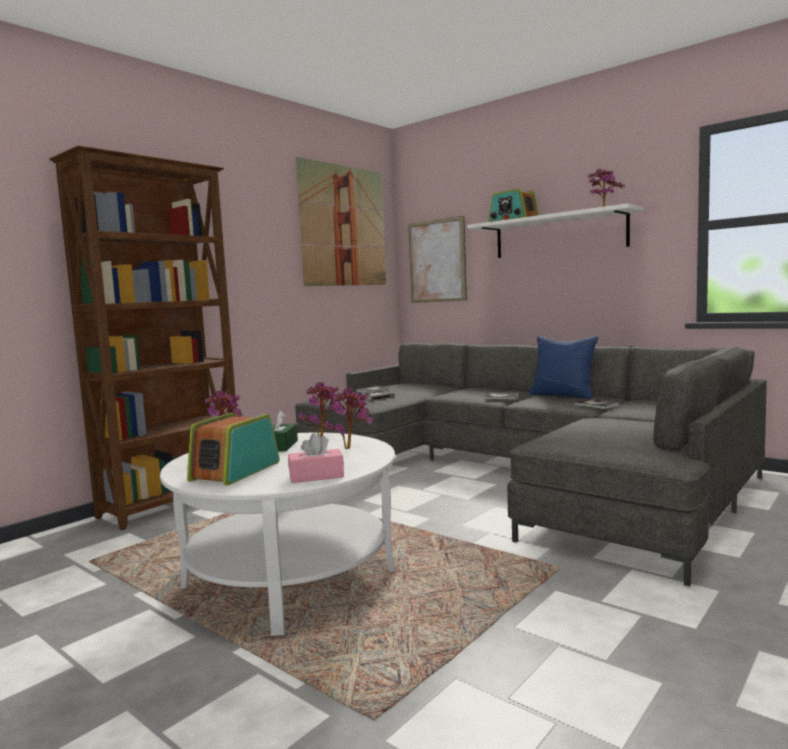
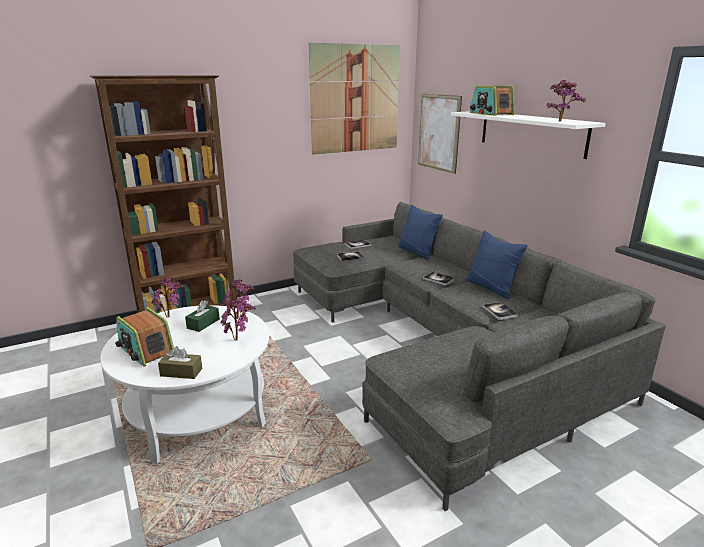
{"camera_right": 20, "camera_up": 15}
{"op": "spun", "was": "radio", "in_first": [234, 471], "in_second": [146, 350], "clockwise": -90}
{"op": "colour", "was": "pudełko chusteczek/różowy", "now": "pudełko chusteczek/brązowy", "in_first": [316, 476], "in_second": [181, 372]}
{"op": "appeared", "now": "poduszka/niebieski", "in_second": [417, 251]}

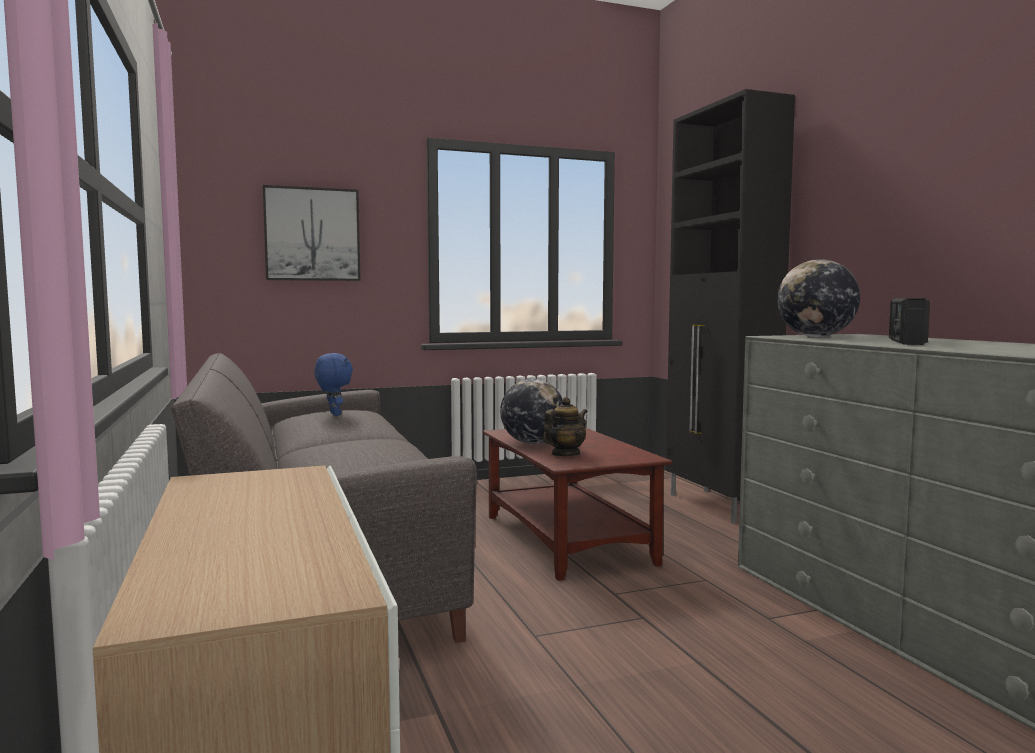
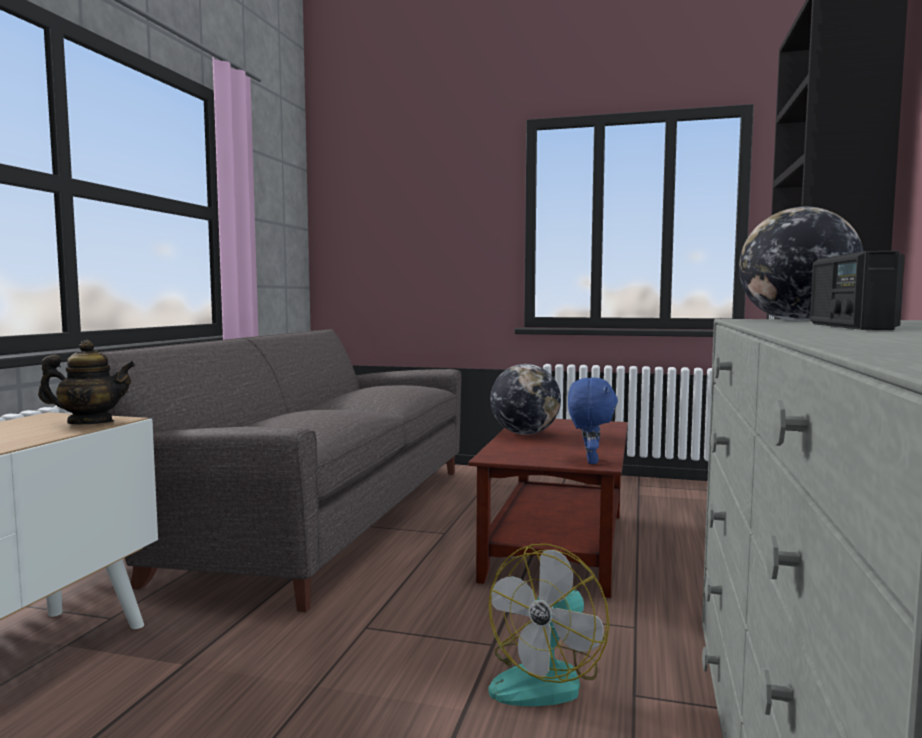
{"camera_right": 35, "camera_up": 0}
{"op": "missing", "was": "obraz", "in_first": [312, 234]}
{"op": "spun", "was": "radio", "in_first": [906, 342], "in_second": [849, 326], "clockwise": -45}
{"op": "relocated", "was": "pluszak/niebieski", "in_first": [334, 414], "in_second": [589, 461]}
{"op": "relocated", "was": "imbryk", "in_first": [565, 454], "in_second": [90, 423]}
{"op": "appeared", "now": "wentylator", "in_second": [547, 678]}

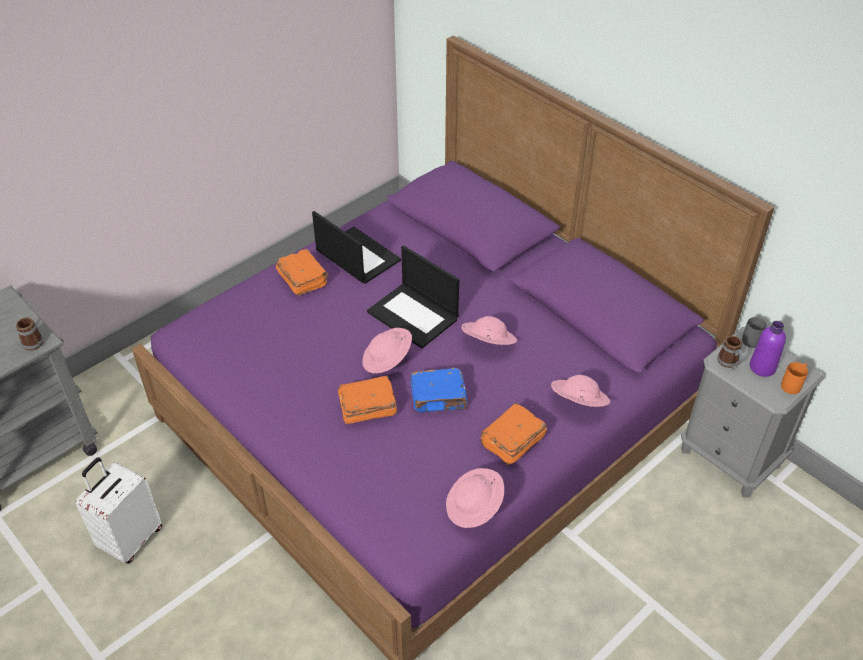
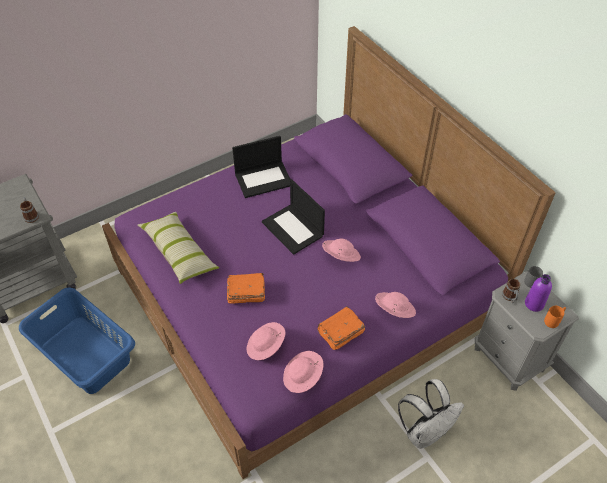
{"camera_right": 10, "camera_up": 5}
{"op": "spun", "was": "laptop", "in_first": [356, 256], "in_second": [264, 179], "clockwise": 105}
{"op": "missing", "was": "książka/pomarańczowy", "in_first": [303, 279]}
{"op": "relocated", "was": "kapelusz/różowy", "in_first": [387, 360], "in_second": [266, 347]}
{"op": "missing", "was": "książka/niebieski", "in_first": [439, 398]}
{"op": "exchanged", "was": "walizka/biały", "now": "kosz na pranie/niebieski", "in_first": [130, 539], "in_second": [86, 353]}
{"op": "appeared", "now": "poduszka", "in_second": [179, 252]}
{"op": "appeared", "now": "plecak/biały", "in_second": [425, 432]}

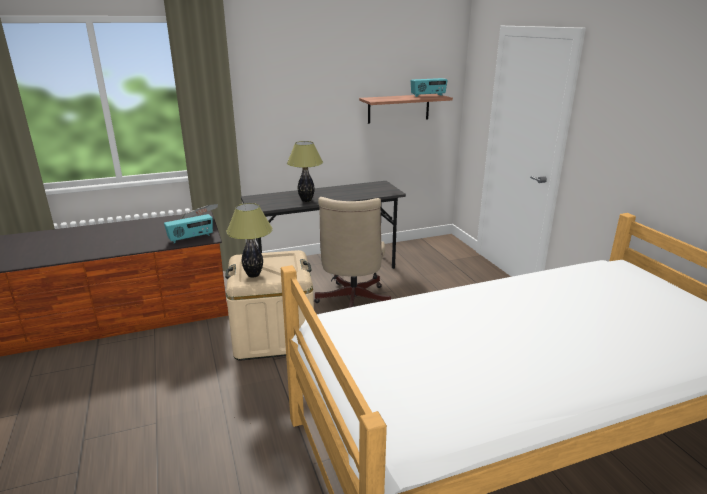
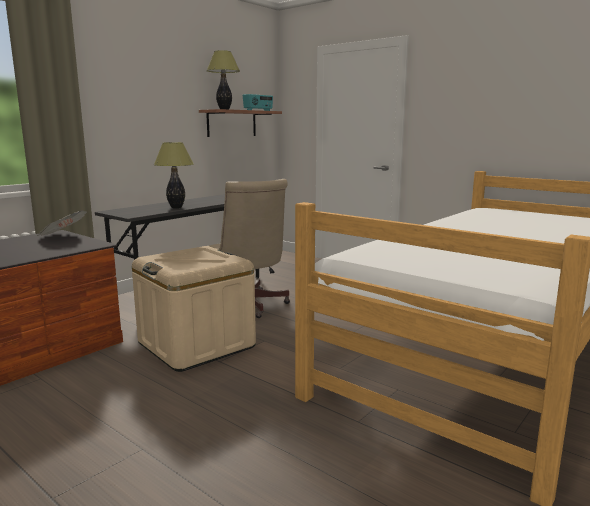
{"camera_right": -30, "camera_up": -10}
{"op": "relocated", "was": "lampa stołowa", "in_first": [253, 275], "in_second": [224, 109]}
{"op": "missing", "was": "radio", "in_first": [191, 238]}

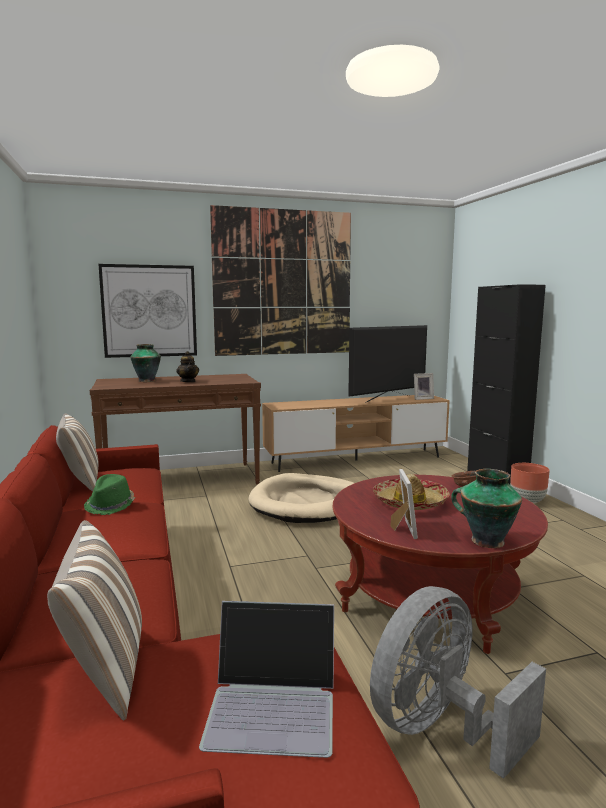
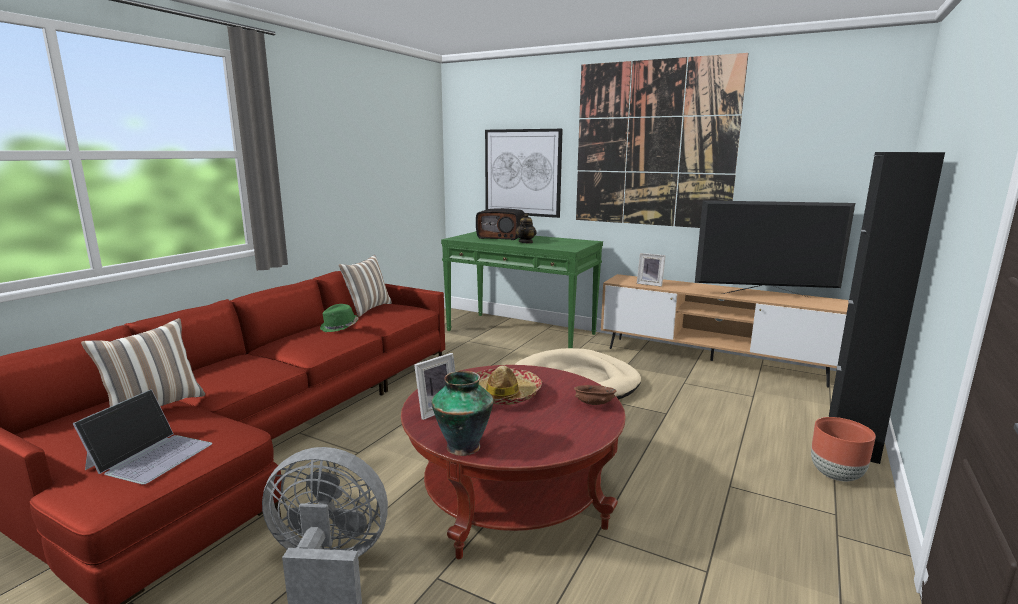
{"camera_right": 45, "camera_up": 5}
{"op": "exchanged", "was": "wazon", "now": "radio", "in_first": [146, 381], "in_second": [501, 237]}
{"op": "relocated", "was": "ramka na zdjęcie", "in_first": [422, 398], "in_second": [650, 284]}
{"op": "colour", "was": "stolik konsolowy/brązowy", "now": "stolik konsolowy/zielony", "in_first": [181, 480], "in_second": [521, 332]}
{"op": "spun", "was": "laptop", "in_first": [273, 703], "in_second": [151, 455], "clockwise": -120}

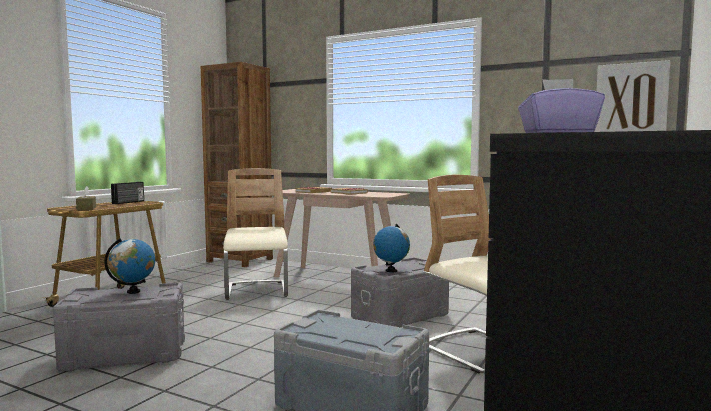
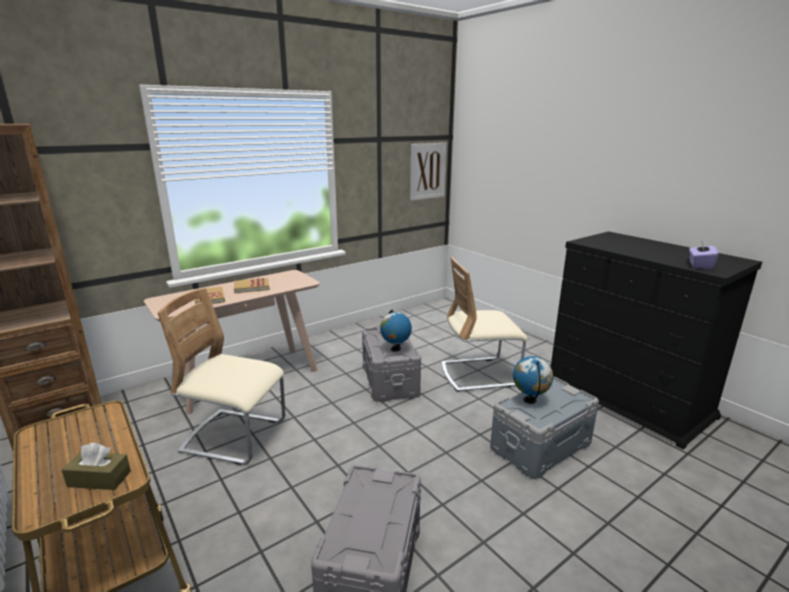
{"camera_right": -65, "camera_up": 15}
{"op": "missing", "was": "radio", "in_first": [129, 202]}
{"op": "relocated", "was": "globus", "in_first": [133, 292], "in_second": [530, 400]}

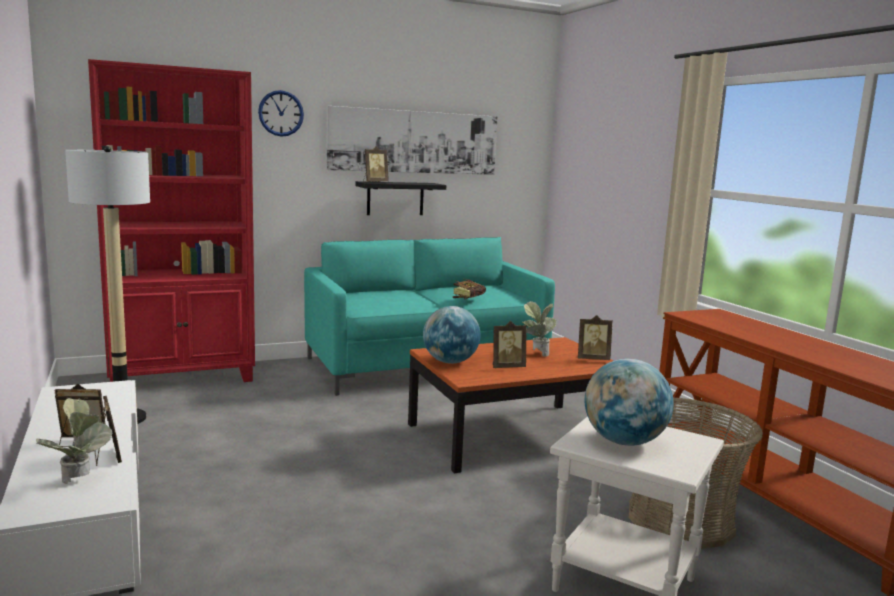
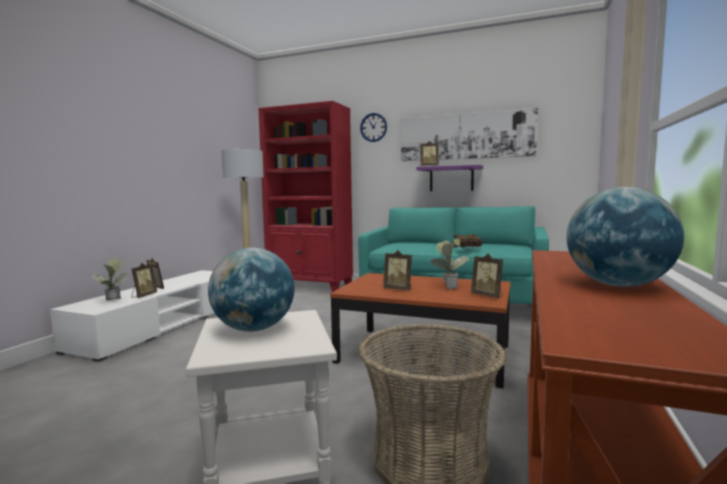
{"camera_right": 45, "camera_up": -5}
{"op": "colour", "was": "półka/czarny", "now": "półka/fioletowy", "in_first": [395, 198], "in_second": [451, 178]}
{"op": "relocated", "was": "globus", "in_first": [450, 362], "in_second": [618, 285]}

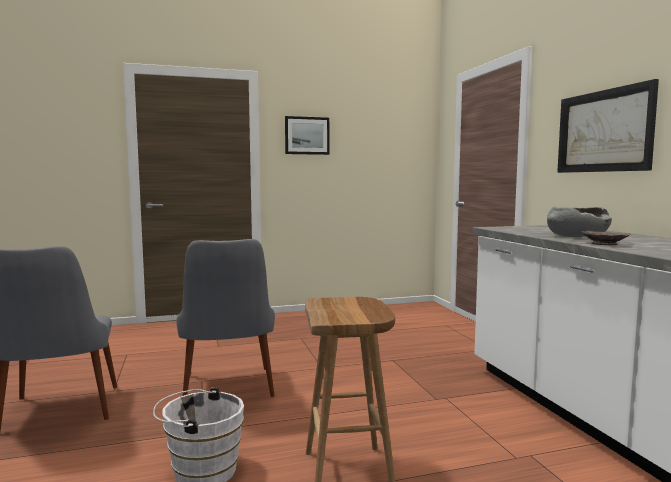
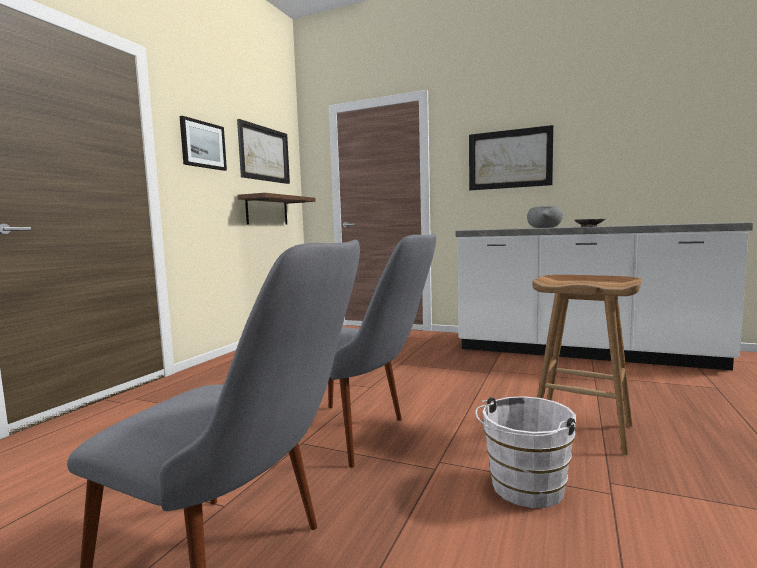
{"camera_right": -50, "camera_up": 0}
{"op": "appeared", "now": "obraz", "in_second": [264, 154]}
{"op": "appeared", "now": "półka", "in_second": [267, 210]}

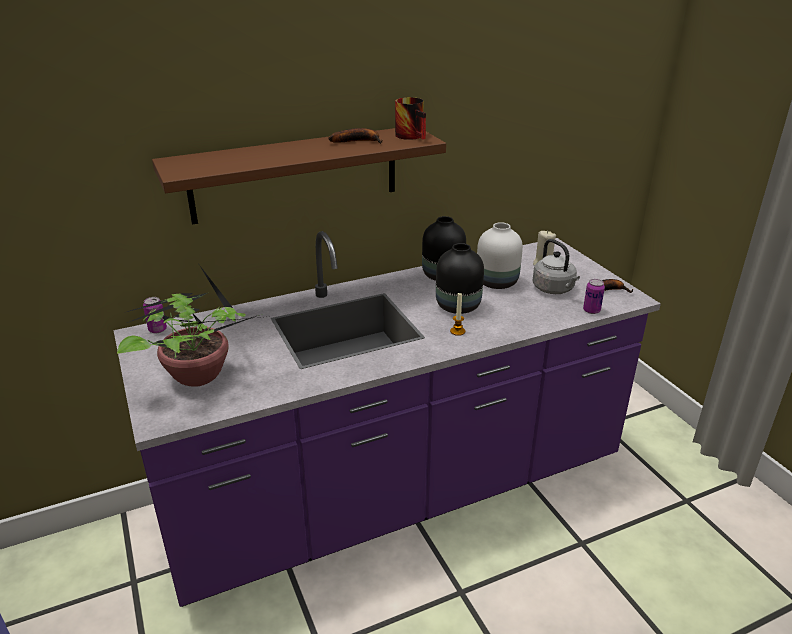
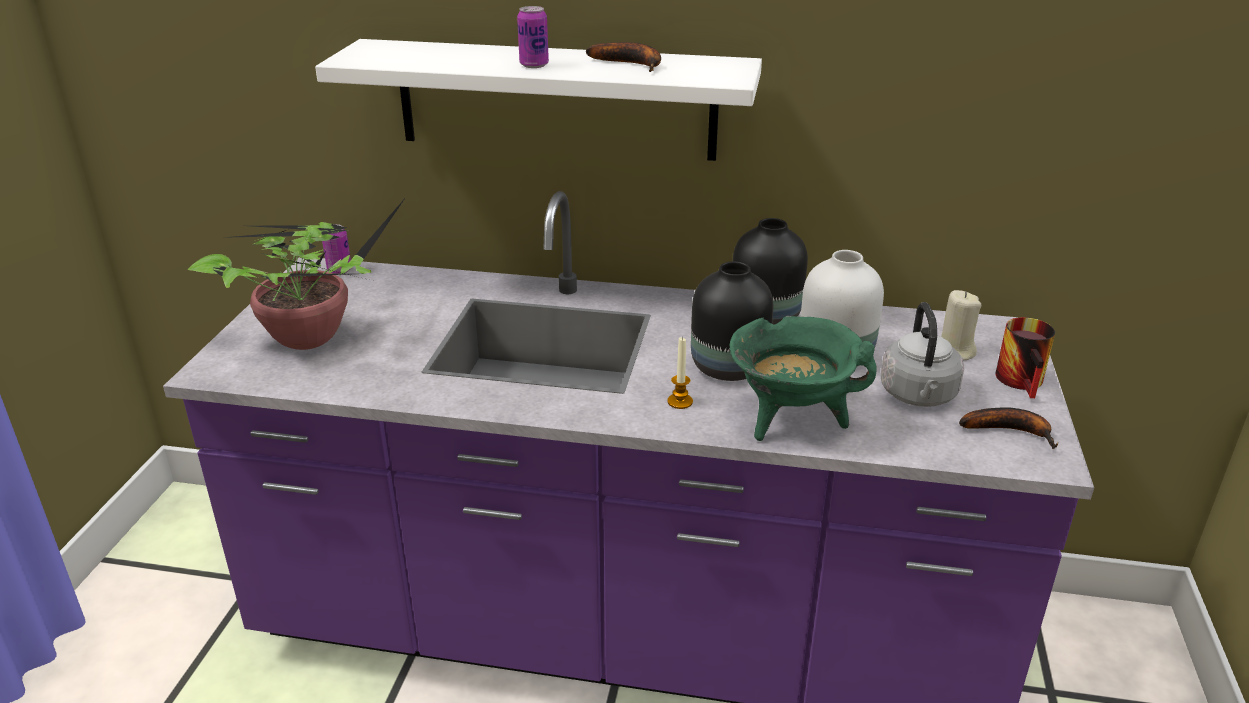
{"camera_right": 35, "camera_up": 0}
{"op": "relocated", "was": "kubek", "in_first": [414, 136], "in_second": [1025, 382]}
{"op": "colour", "was": "półka/brązowy", "now": "półka/biały", "in_first": [295, 174], "in_second": [556, 99]}
{"op": "relocated", "was": "puszka", "in_first": [591, 310], "in_second": [534, 65]}
{"op": "appeared", "now": "garnek/zielony", "in_second": [791, 420]}

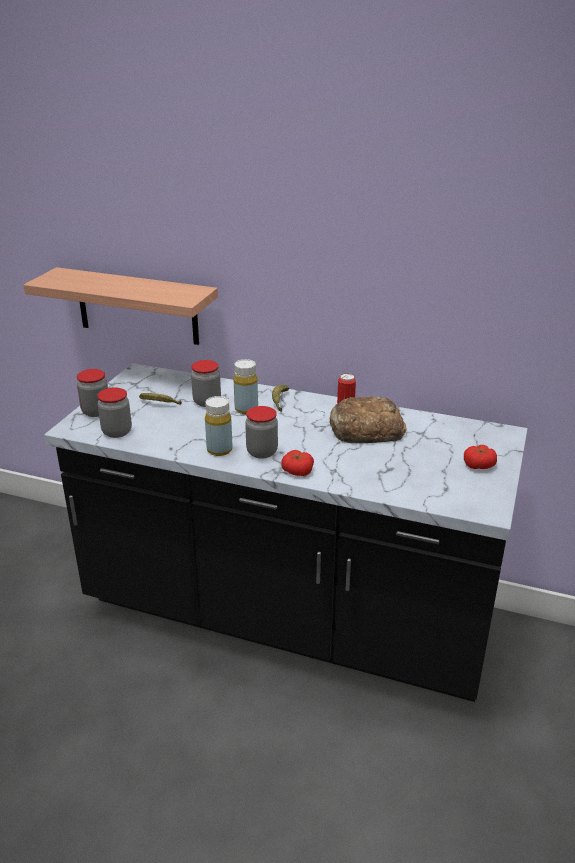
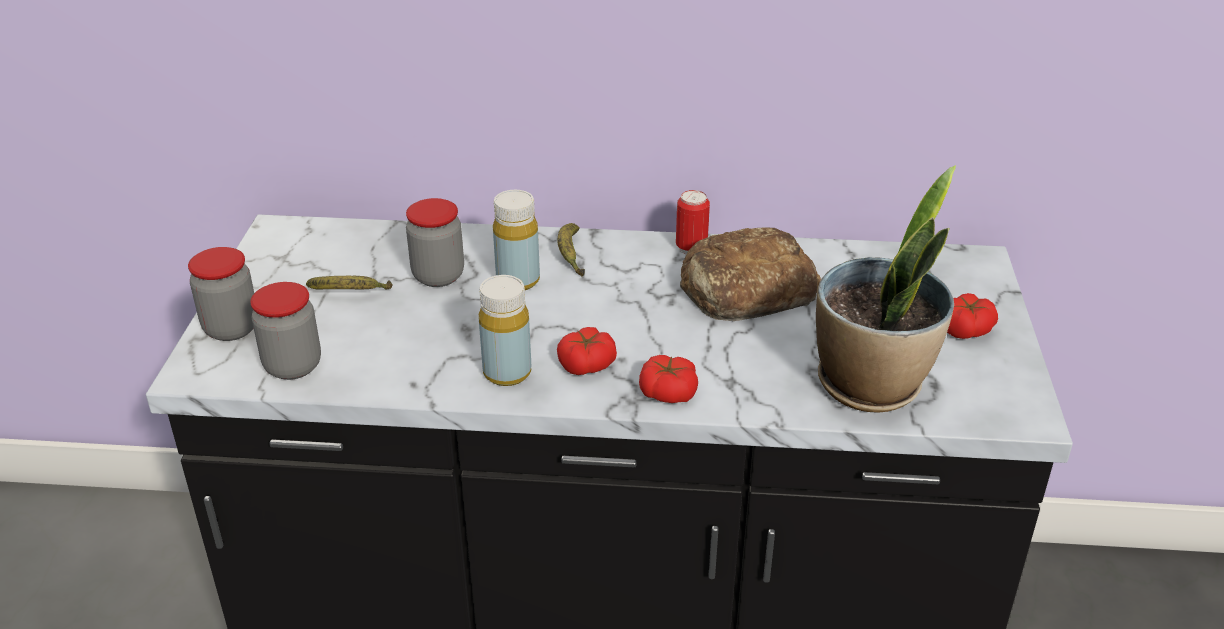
{"camera_right": -15, "camera_up": 5}
{"op": "missing", "was": "półka", "in_first": [137, 306]}
{"op": "exchanged", "was": "słoik", "now": "pomidor", "in_first": [262, 452], "in_second": [587, 364]}
{"op": "appeared", "now": "roślina doniczkowa", "in_second": [871, 385]}

